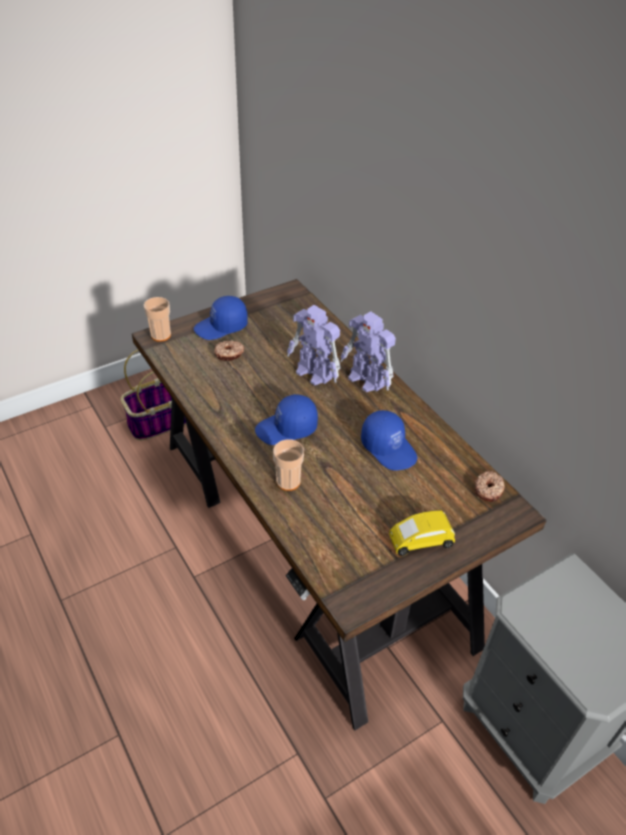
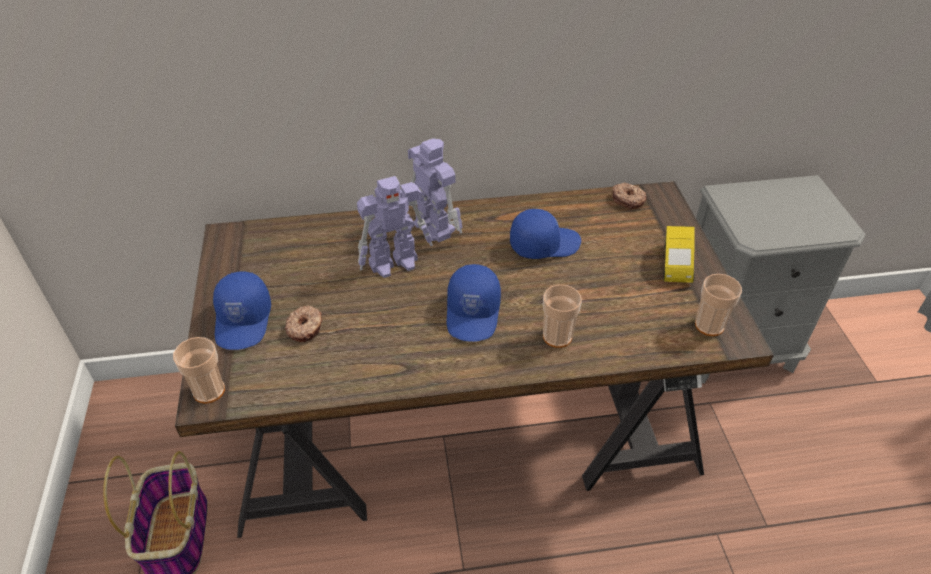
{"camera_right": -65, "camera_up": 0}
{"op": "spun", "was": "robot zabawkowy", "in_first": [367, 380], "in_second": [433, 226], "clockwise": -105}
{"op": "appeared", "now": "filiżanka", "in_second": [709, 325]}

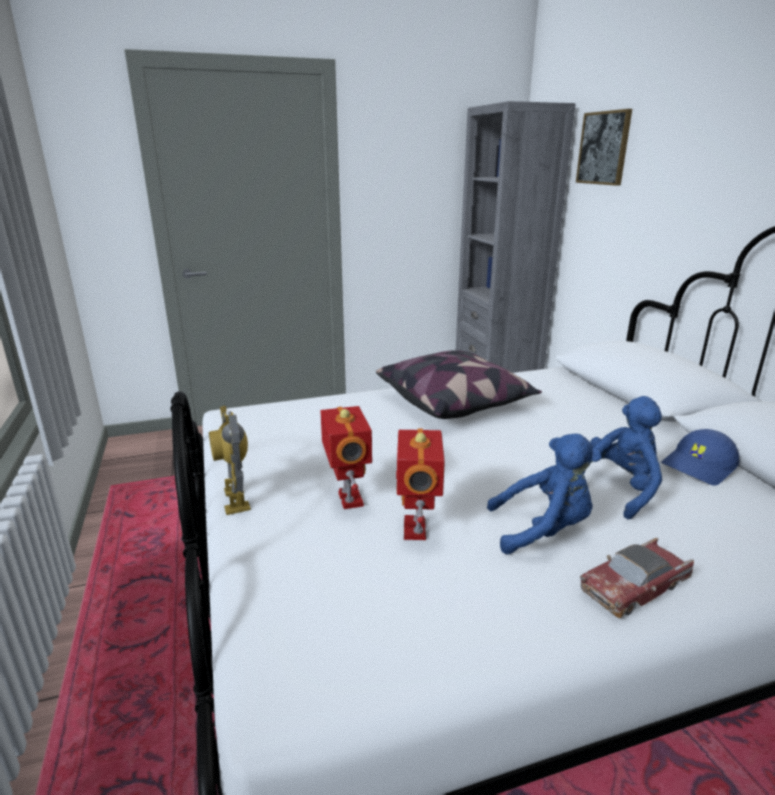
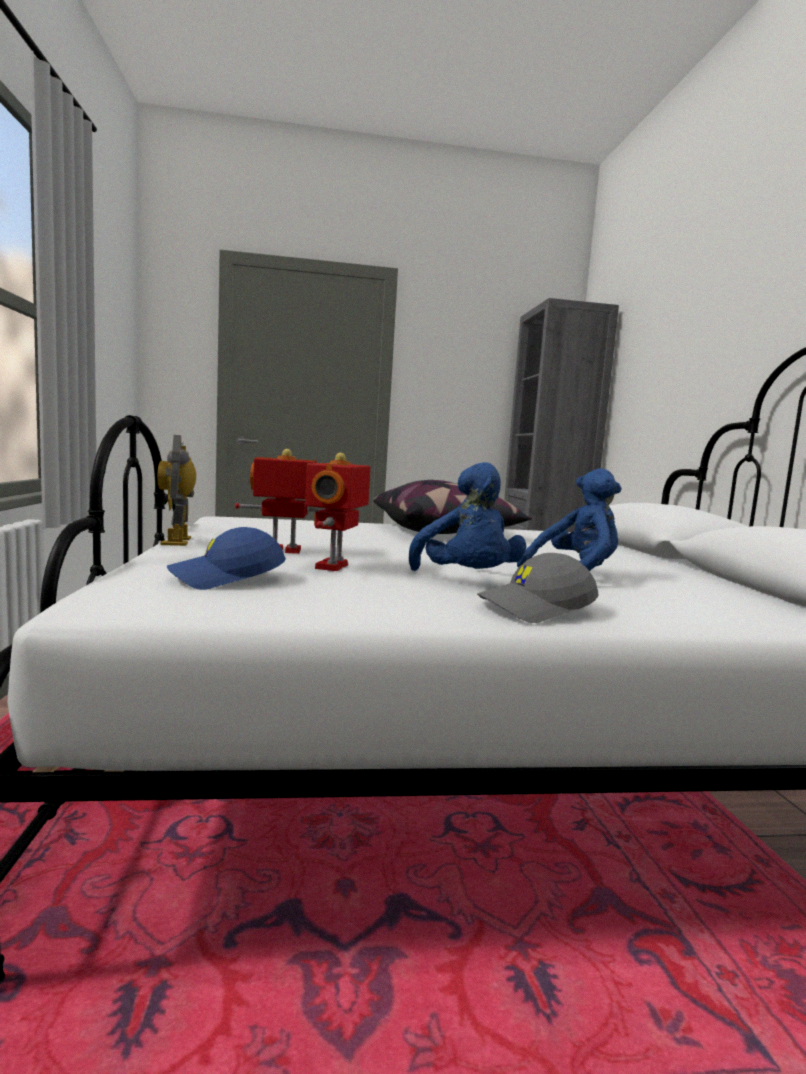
{"camera_right": 10, "camera_up": -15}
{"op": "missing", "was": "obraz", "in_first": [604, 148]}
{"op": "spun", "was": "robot zabawkowy", "in_first": [348, 499], "in_second": [283, 551], "clockwise": -90}
{"op": "relocated", "was": "czapka z daszkiem/niebieski", "in_first": [699, 467], "in_second": [227, 579]}
{"op": "spun", "was": "pluszak/niebieski", "in_first": [543, 530], "in_second": [467, 580], "clockwise": 60}
{"op": "exchanged", "was": "samochodzik", "now": "czapka z daszkiem/szary", "in_first": [634, 586], "in_second": [536, 609]}

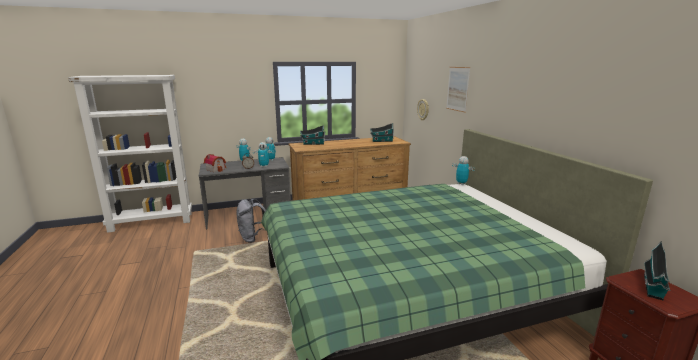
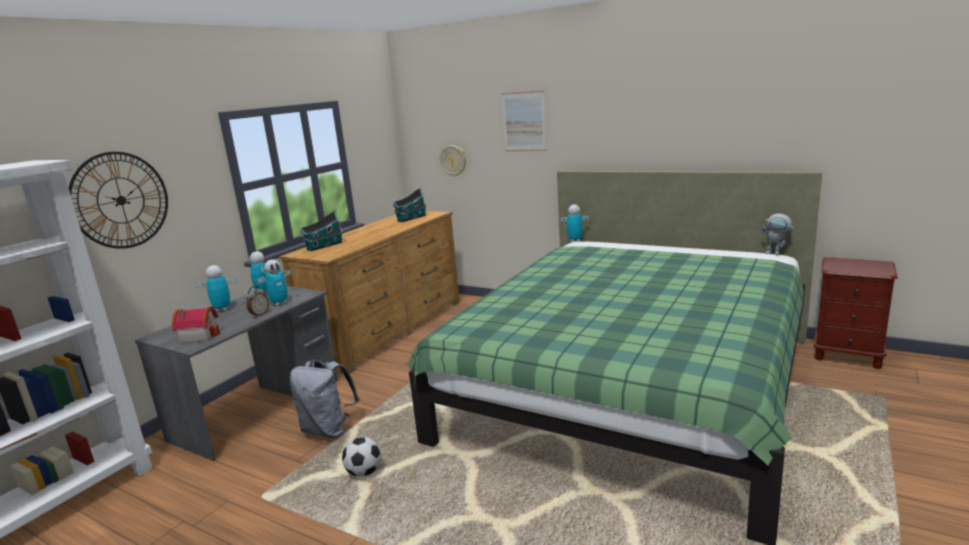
{"camera_right": -40, "camera_up": 0}
{"op": "missing", "was": "domek", "in_first": [653, 288]}
{"op": "appeared", "now": "zegar ścienny", "in_second": [121, 200]}
{"op": "appeared", "now": "robot zabawkowy", "in_second": [776, 253]}
{"op": "appeared", "now": "piłka futbolowa", "in_second": [364, 472]}

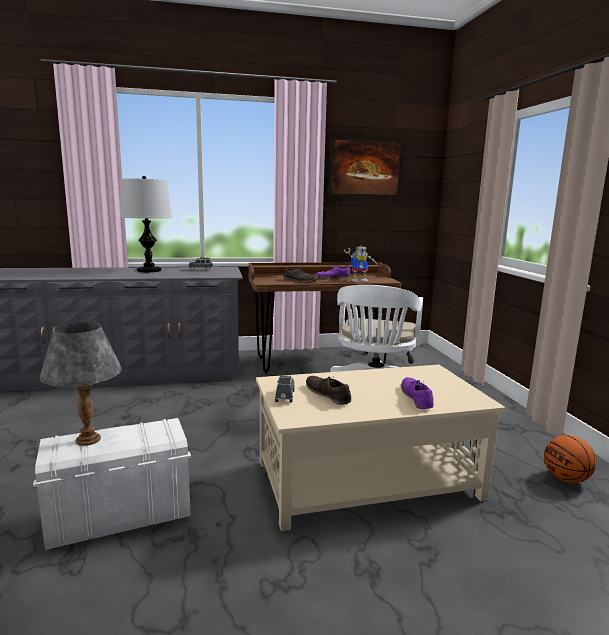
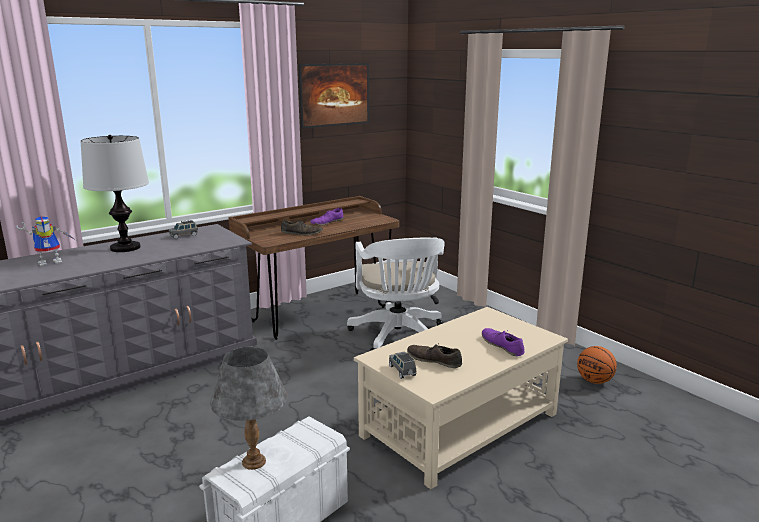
{"camera_right": -25, "camera_up": 5}
{"op": "relocated", "was": "robot zabawkowy", "in_first": [360, 281], "in_second": [52, 262]}

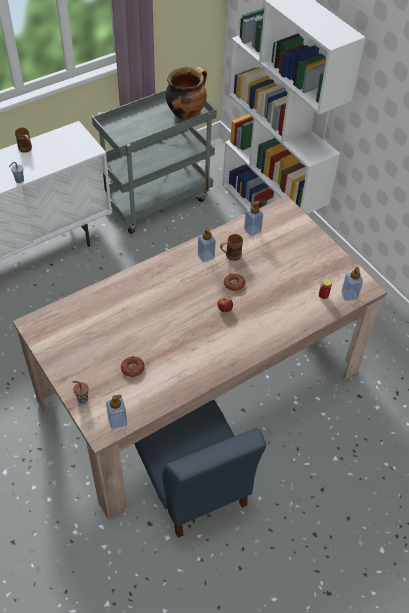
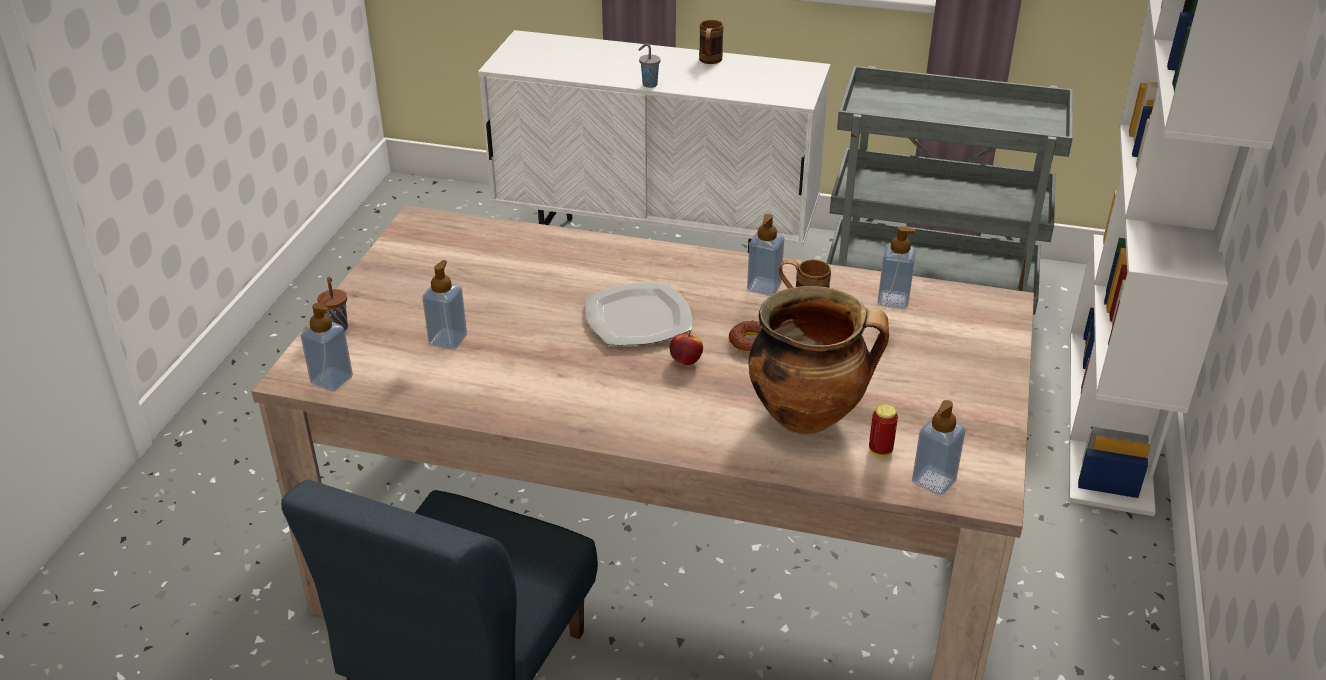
{"camera_right": 50, "camera_up": -15}
{"op": "relocated", "was": "garnek", "in_first": [186, 113], "in_second": [808, 415]}
{"op": "exchanged", "was": "donut", "now": "dozownik mydła", "in_first": [132, 368], "in_second": [448, 340]}
{"op": "appeared", "now": "talerz", "in_second": [637, 319]}

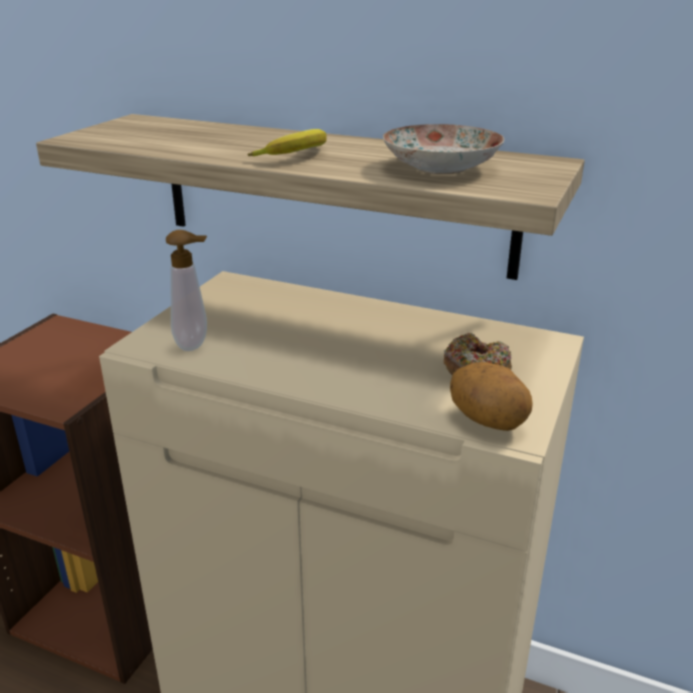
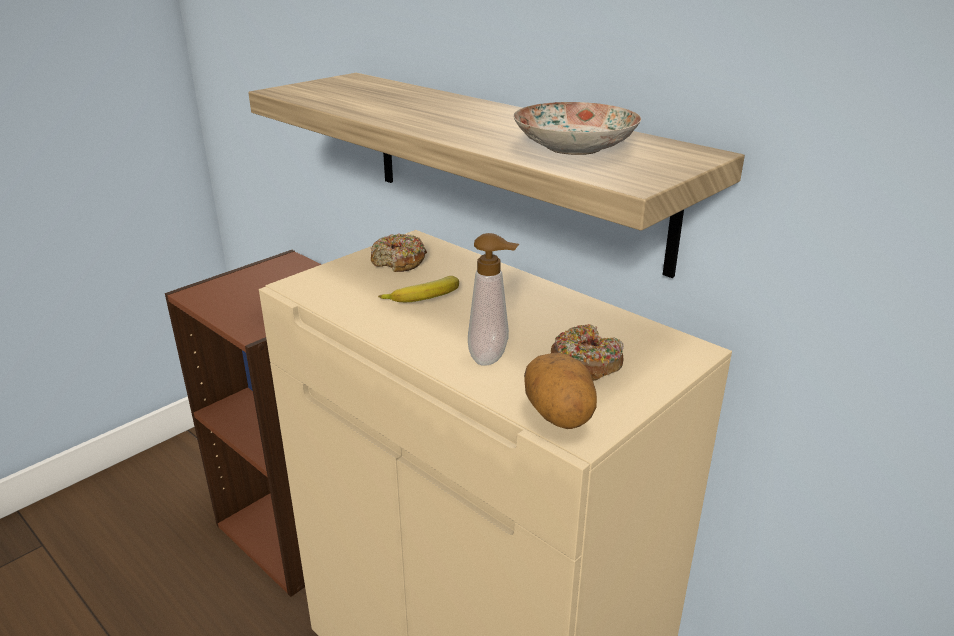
{"camera_right": 20, "camera_up": 0}
{"op": "relocated", "was": "banan", "in_first": [296, 155], "in_second": [425, 299]}
{"op": "relocated", "was": "dozownik mydła", "in_first": [195, 344], "in_second": [492, 358]}
{"op": "appeared", "now": "donut", "in_second": [399, 262]}

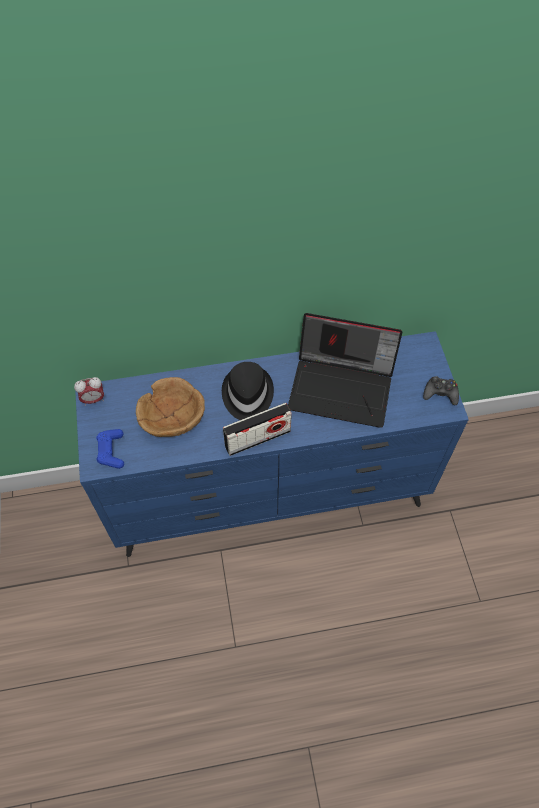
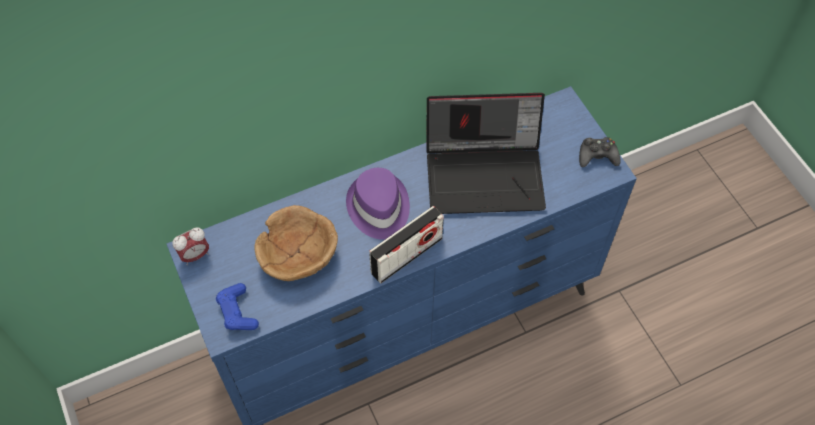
{"camera_right": -15, "camera_up": 0}
{"op": "colour", "was": "kapelusz/czarny", "now": "kapelusz/fioletowy", "in_first": [247, 395], "in_second": [378, 207]}

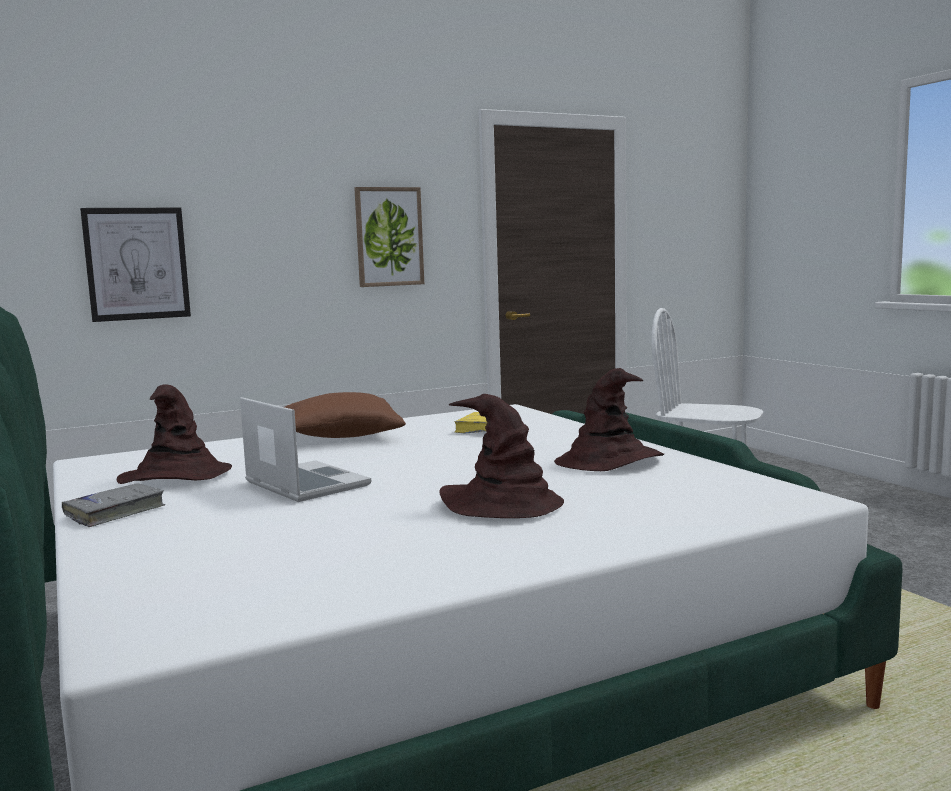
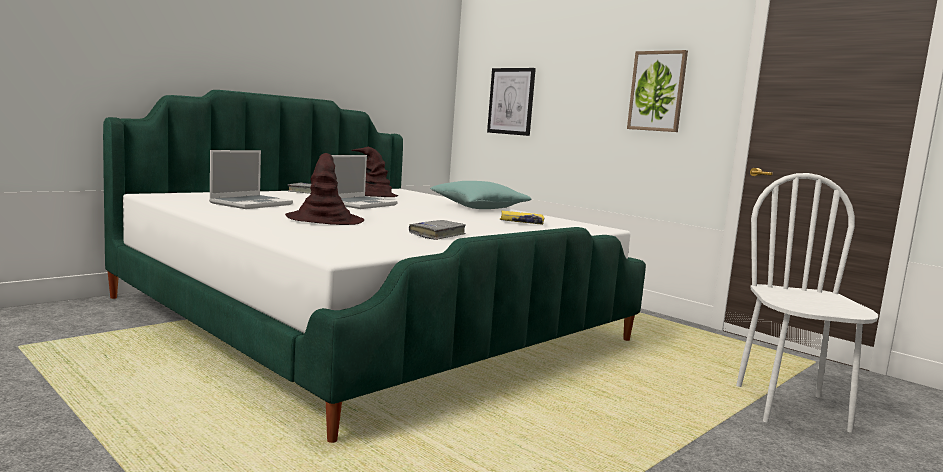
{"camera_right": 70, "camera_up": 0}
{"op": "exchanged", "was": "kapelusz/brązowy", "now": "książka/szary", "in_first": [609, 461], "in_second": [437, 235]}
{"op": "colour", "was": "poduszka/brązowy", "now": "poduszka/turkusowy", "in_first": [340, 435], "in_second": [478, 208]}
{"op": "appeared", "now": "laptop", "in_second": [251, 204]}

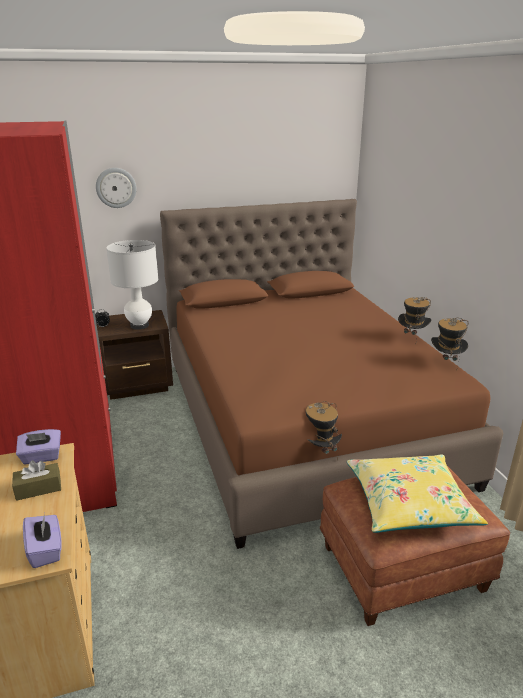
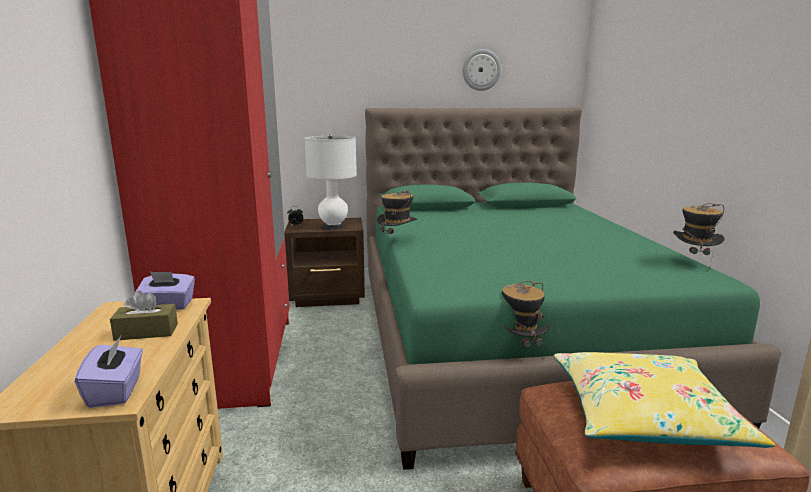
{"camera_right": 10, "camera_up": -10}
{"op": "relocated", "was": "zegar ścienny", "in_first": [116, 187], "in_second": [481, 70]}
{"op": "colour", "was": "łóżko/brązowy", "now": "łóżko/zielony", "in_first": [303, 419], "in_second": [509, 341]}
{"op": "relocated", "was": "kapelusz", "in_first": [412, 337], "in_second": [397, 241]}

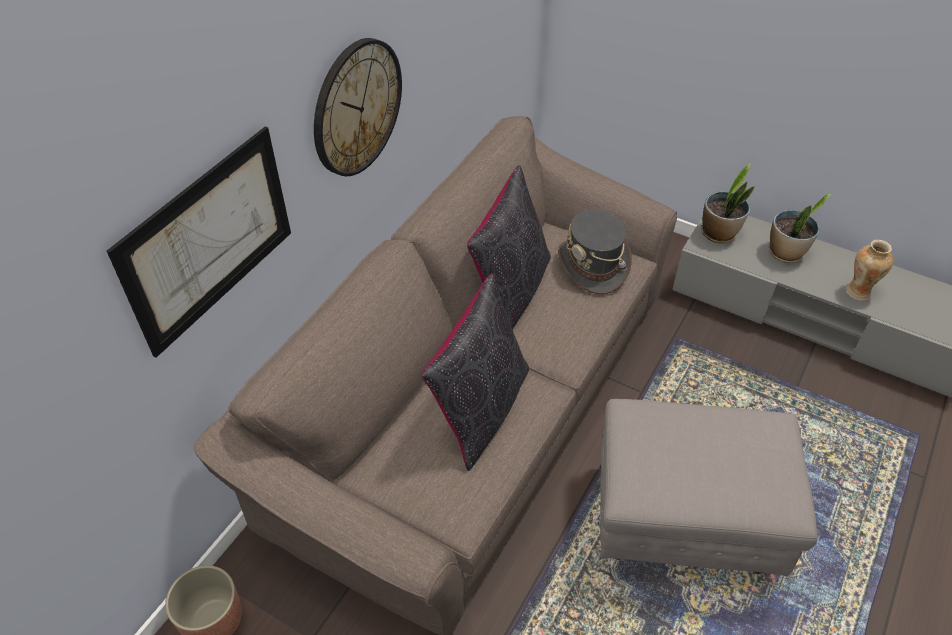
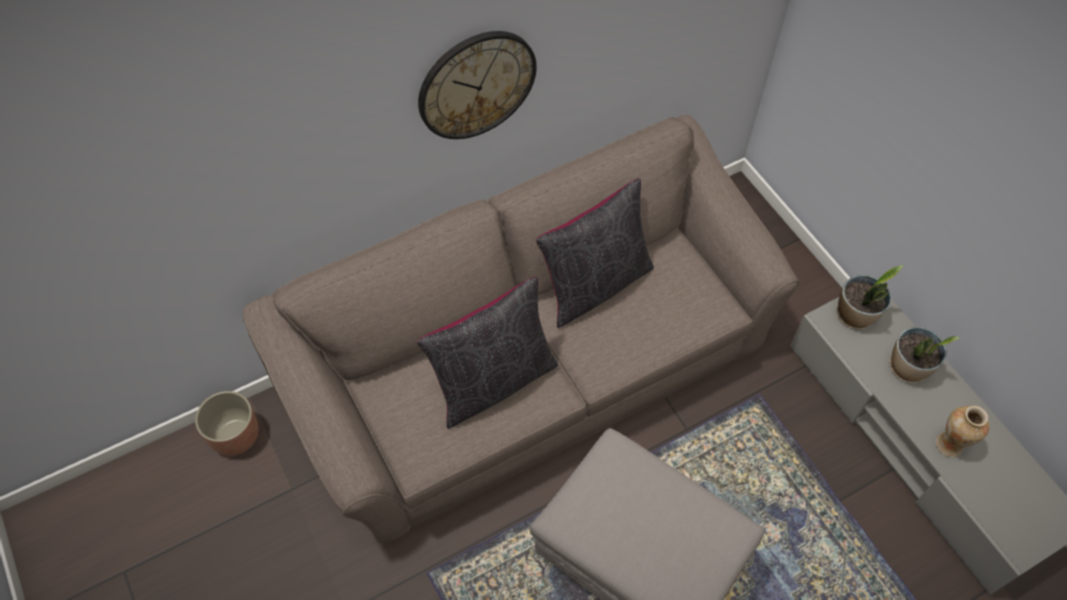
{"camera_right": 30, "camera_up": 10}
{"op": "missing", "was": "obraz", "in_first": [209, 240]}
{"op": "missing", "was": "kapelusz/szary", "in_first": [593, 265]}

